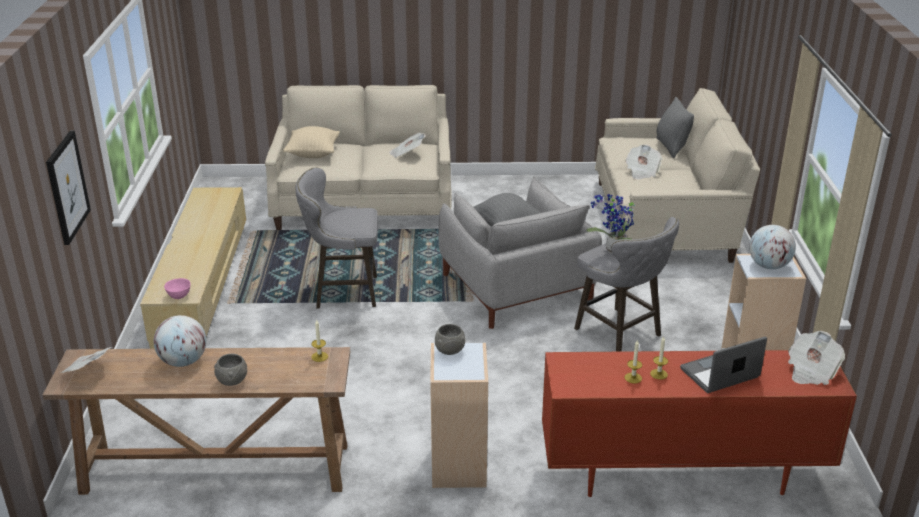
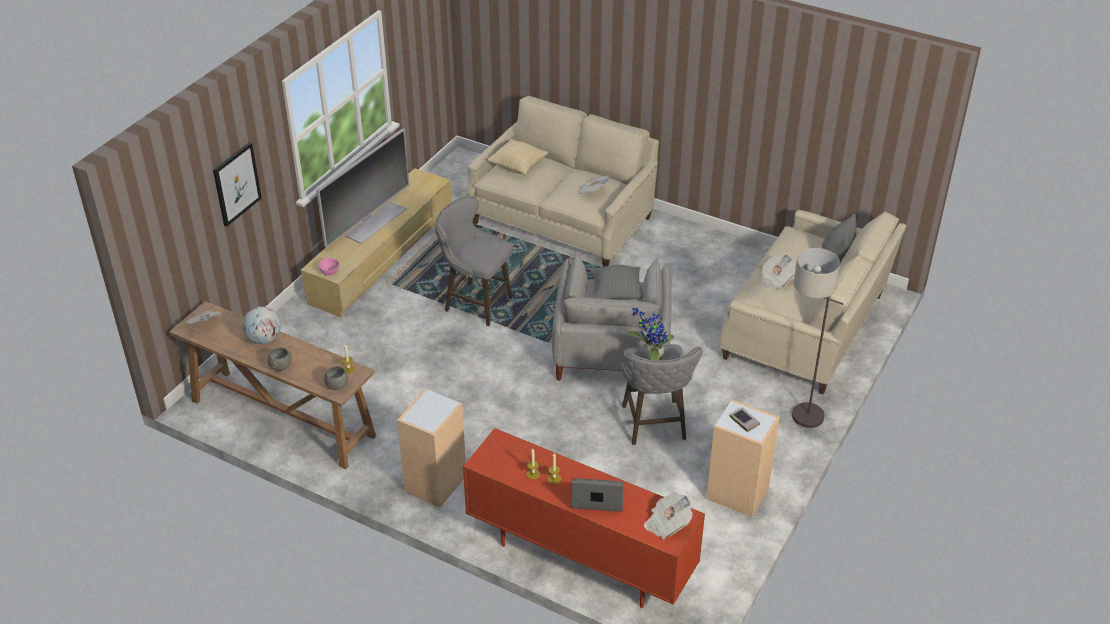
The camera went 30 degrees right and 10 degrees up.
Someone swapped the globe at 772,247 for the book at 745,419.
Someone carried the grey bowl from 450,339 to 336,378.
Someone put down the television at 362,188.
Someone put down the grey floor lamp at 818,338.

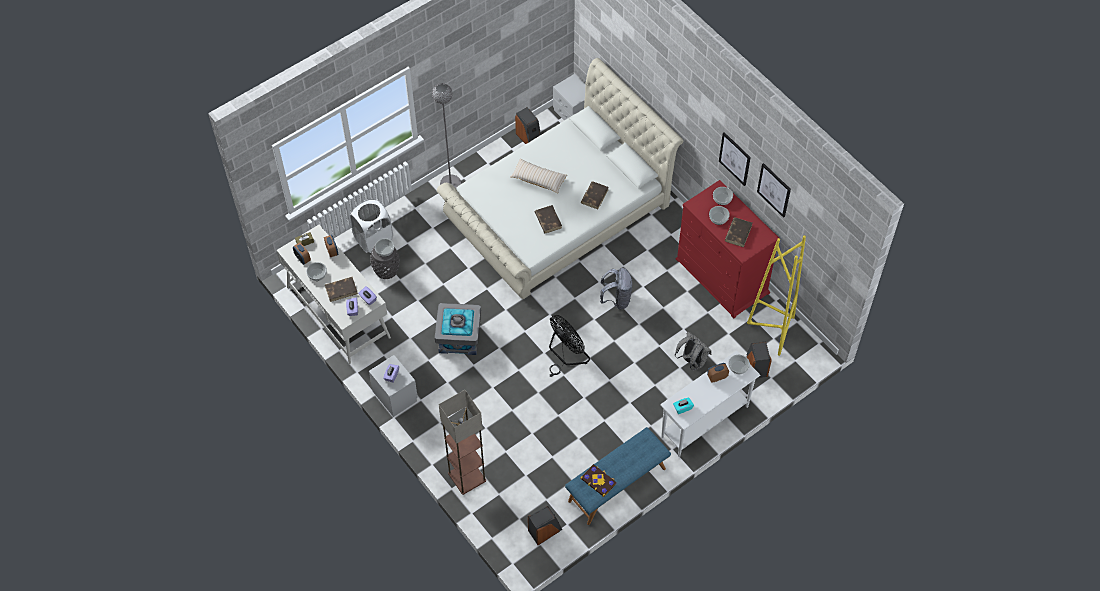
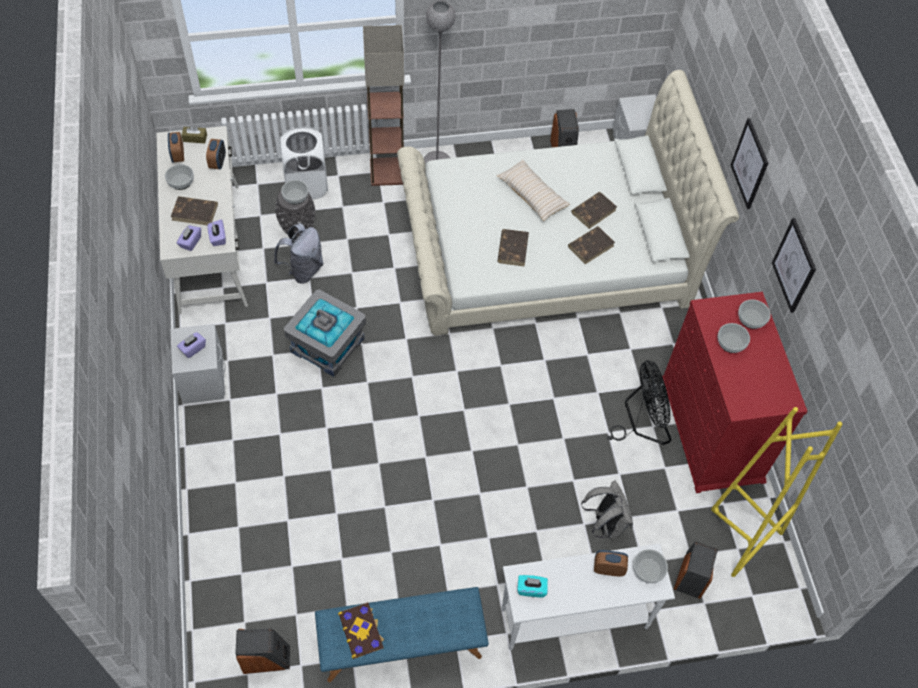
The camera went 25 degrees right and 0 degrees up.
Someone carried the picture from 774,190 to 749,163.
Someone carried the brown book from 738,232 to 594,210.
Someone carried the grey backpack from 616,289 to 299,253.
Someone carried the black fan from 569,346 to 639,402.
Someone carried the floor lamp from 462,442 to 383,105.

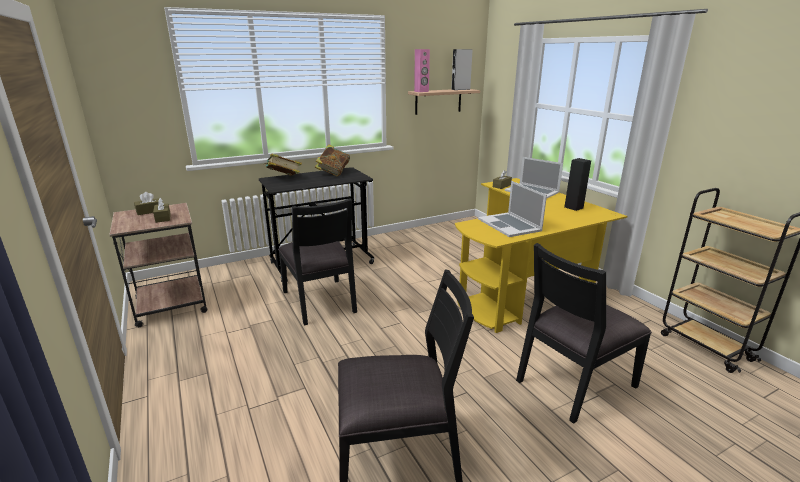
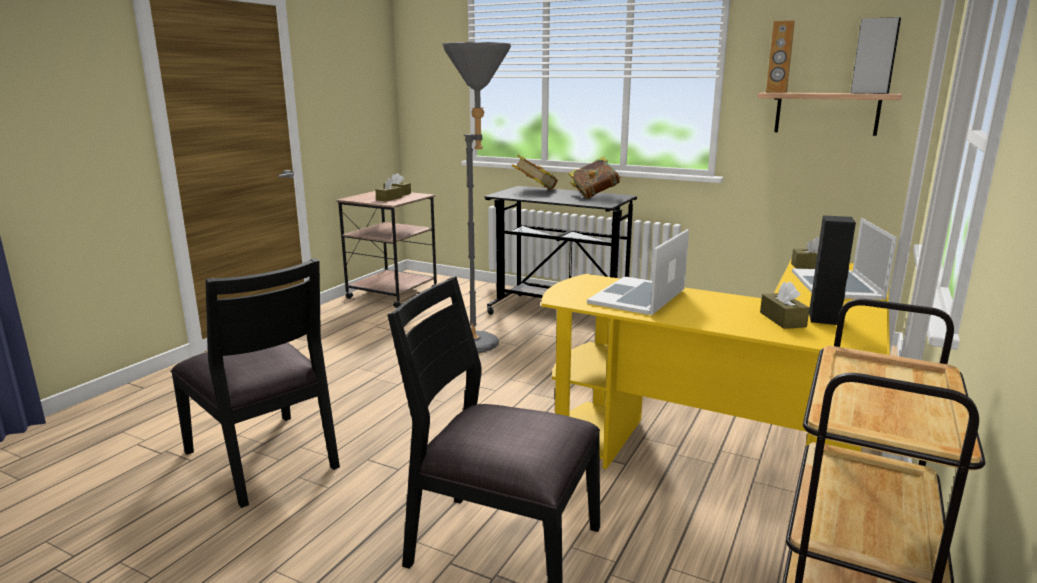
The camera went 55 degrees right and 5 degrees down.
Someone repainted the pink speaker at 422,70, which became the brown speaker at 780,56.
Someone swapped the black chair at 317,261 for the grey floor lamp at 476,197.
Someone put down the brown tissue box at 785,305.

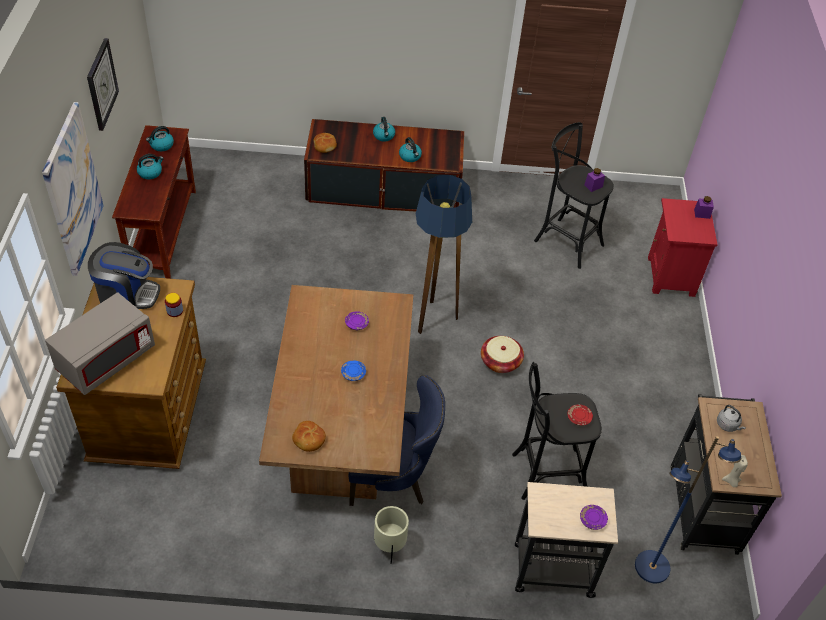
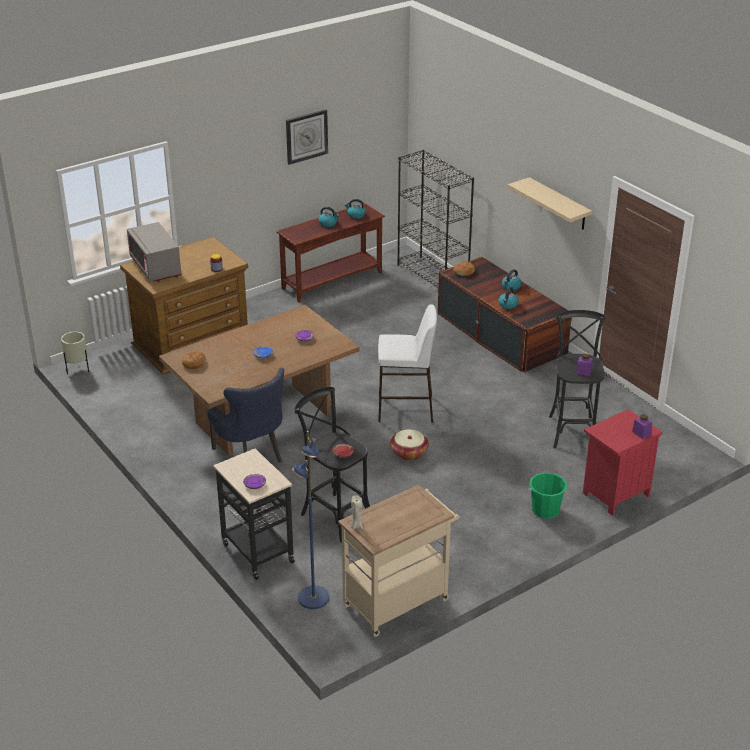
The camera went 55 degrees right and 15 degrees down.
Someone took away the picture at 73,189.
Someone swapped the floor lamp at 444,254 for the white stool at 407,363.
Someone took away the coffee machine at 124,275.
Someone rotated the grey microwave at 100,343 by 60 degrees clockwise.
Someone repainted the black cart at 726,474, which became the beige cart at 398,561.
Someone took away the grey kettle at 731,418.
Someone carried the beige planter from 391,535 to 75,353.
Someone put down the black bookcase at 435,218.
Someone put up the beige shelf at 550,203.
Someone put down the green bucket at 547,495.

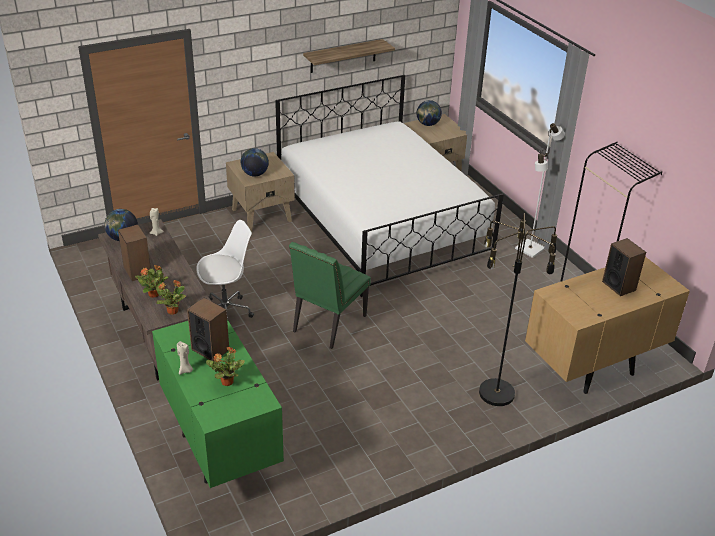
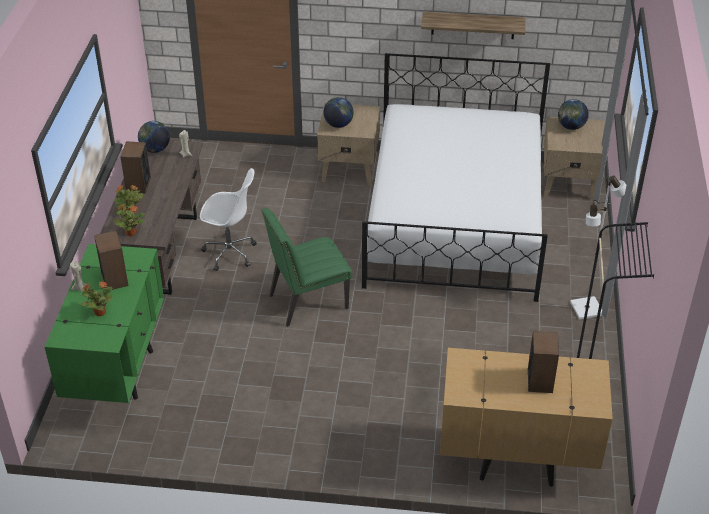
The camera went 35 degrees right and 5 degrees up.
Someone took away the floor lamp at 518,309.

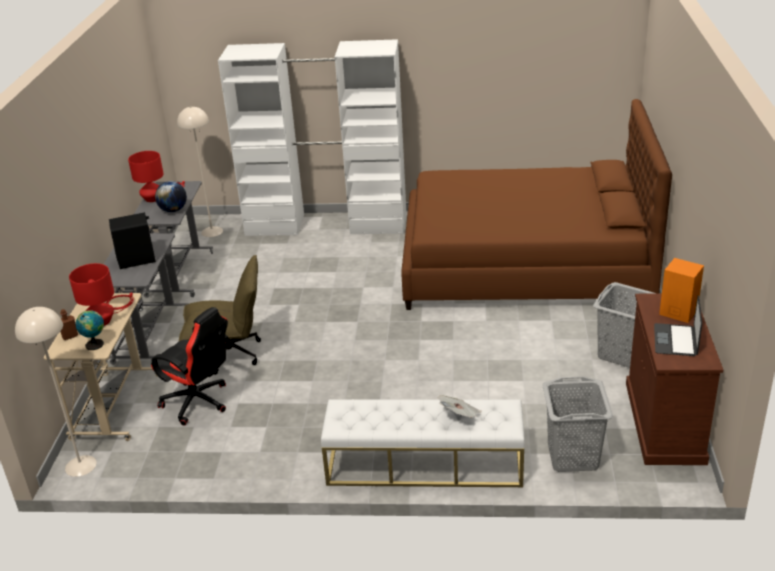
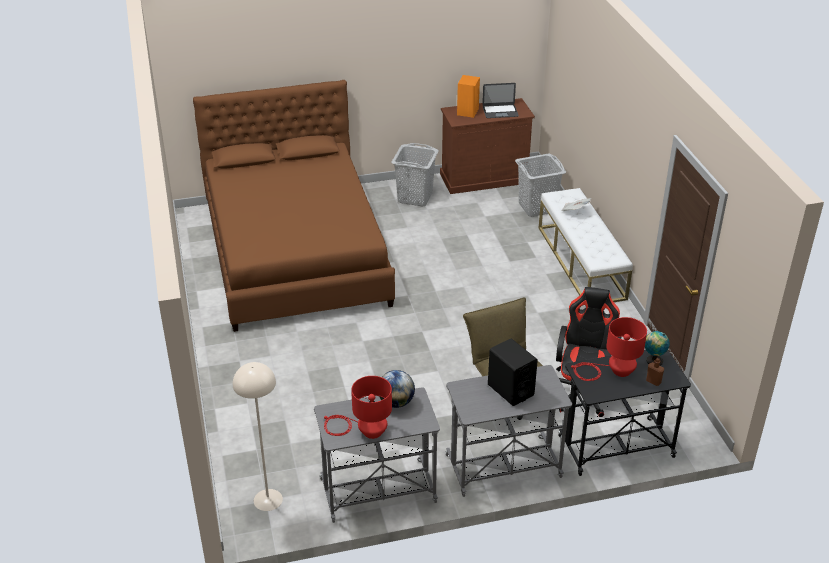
The camera went 110 degrees left and 5 degrees up.
Someone took away the white wardrobe at 312,137.
Someone repainted the beige desk at 100,367, which became the black desk at 624,413.
Someone took away the beige floor lamp at 56,392.

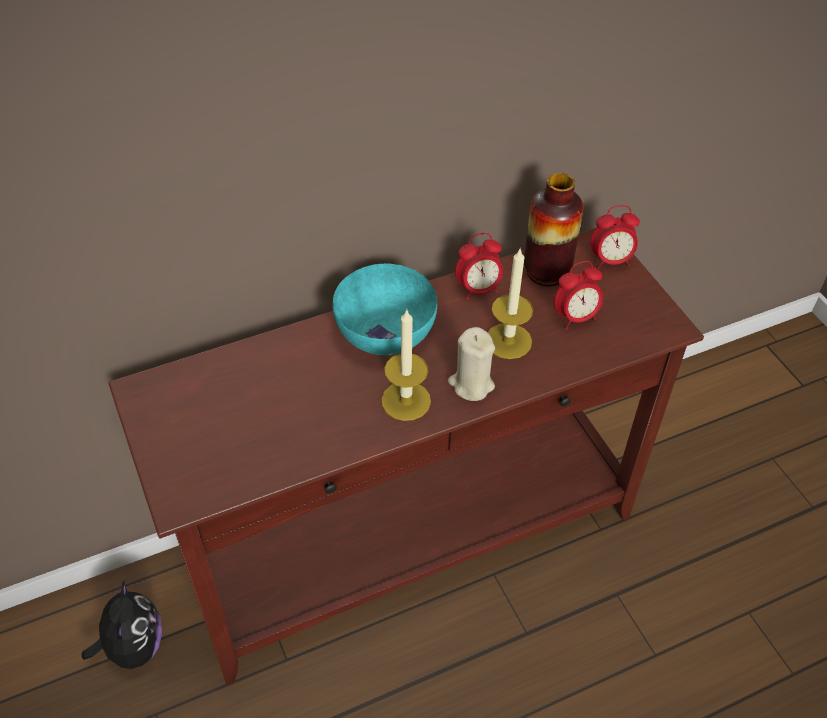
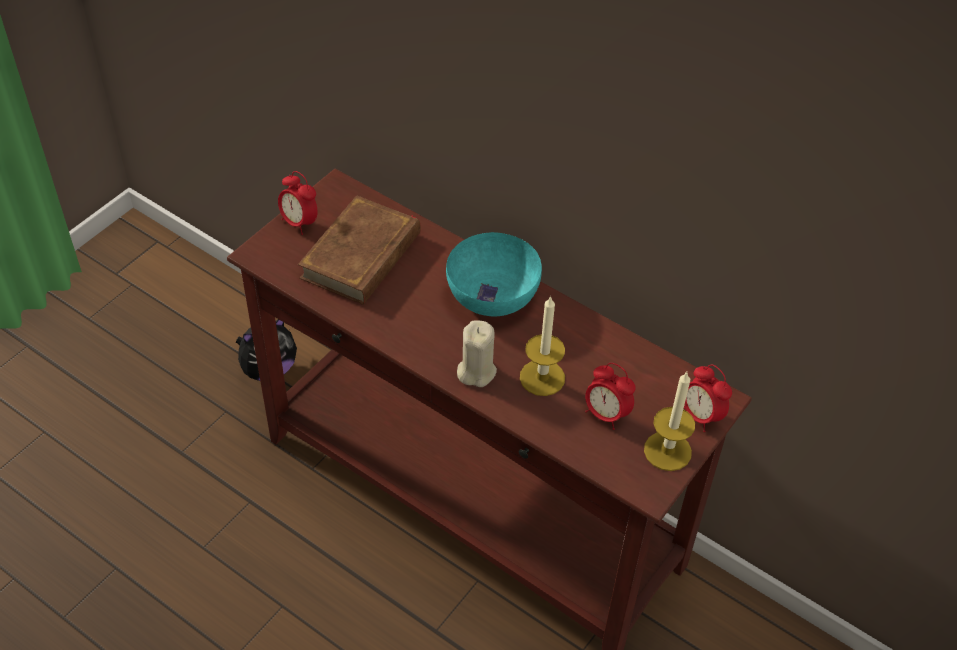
The camera went 60 degrees right and 0 degrees up.
Someone took away the vase at 554,229.
Someone carried the alarm clock from 479,266 to 298,203.
Someone carried the candle from 406,365 to 669,421.
Someone put down the brown book at 359,250.

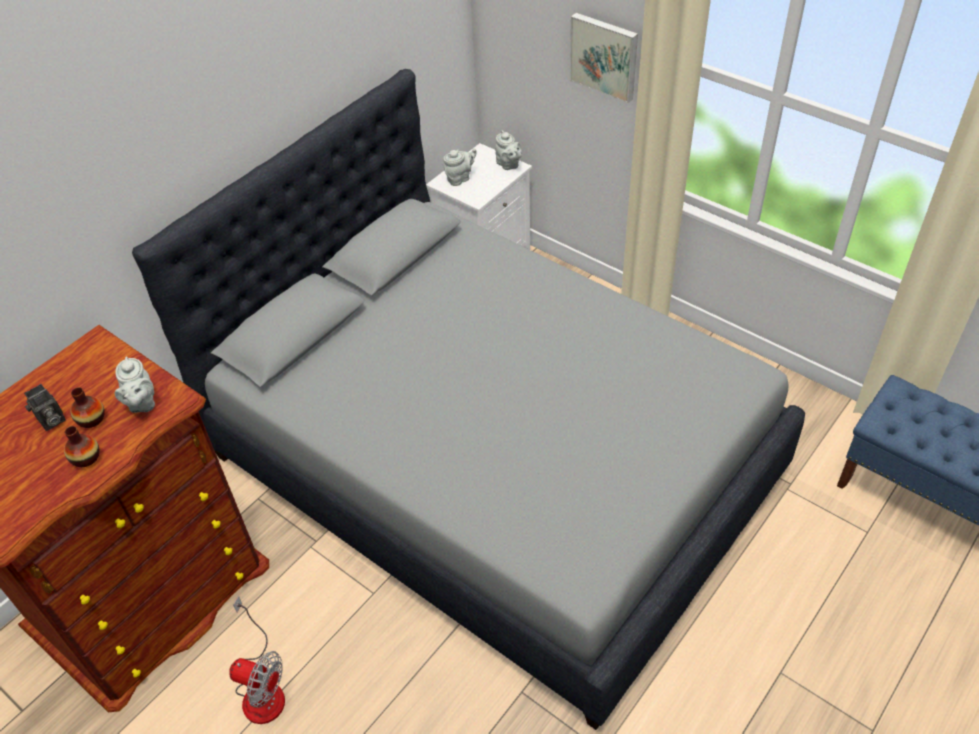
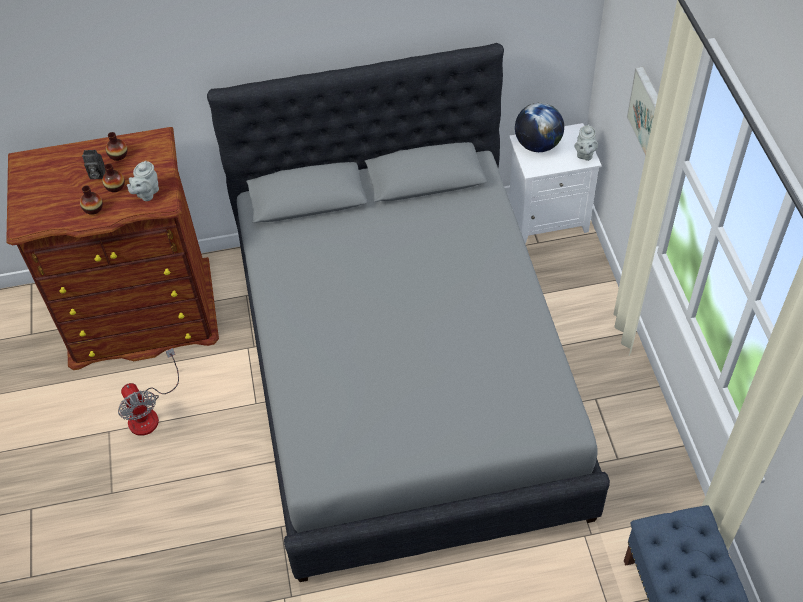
The camera went 40 degrees right and 5 degrees up.
Someone swapped the grey teapot at 460,167 for the globe at 539,127.
Someone put down the vase at 116,146.

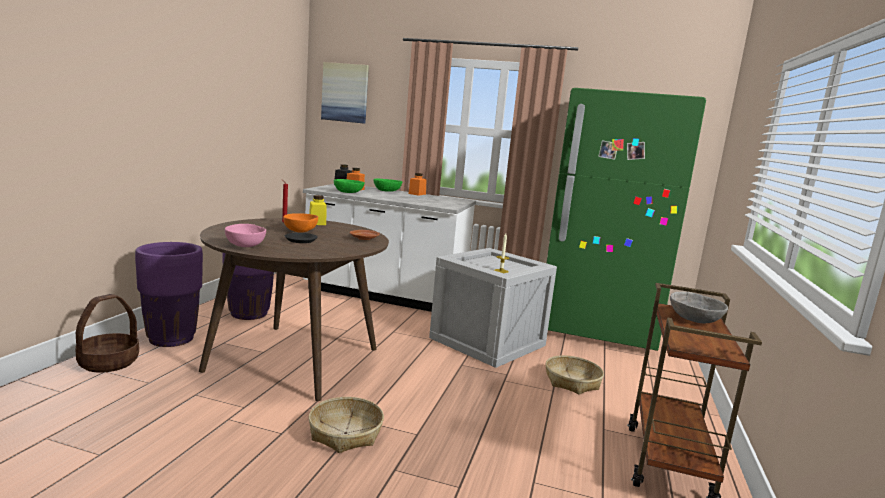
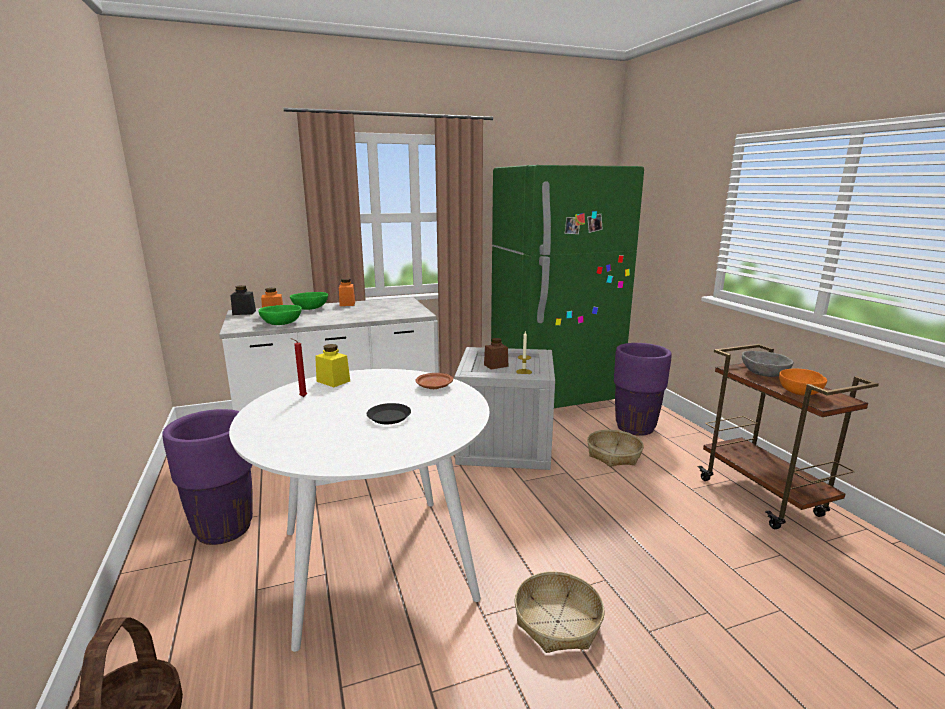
The camera went 35 degrees left and 5 degrees up.
Someone took away the picture at 345,93.
Someone carried the orange bowl from 300,223 to 803,382.
Someone repainted the brown dining table at 294,309, which became the white dining table at 359,510.
Someone took away the pink bowl at 245,235.
Someone carried the purple planter from 169,294 to 643,389.
Someone put down the brown jar at 496,353.

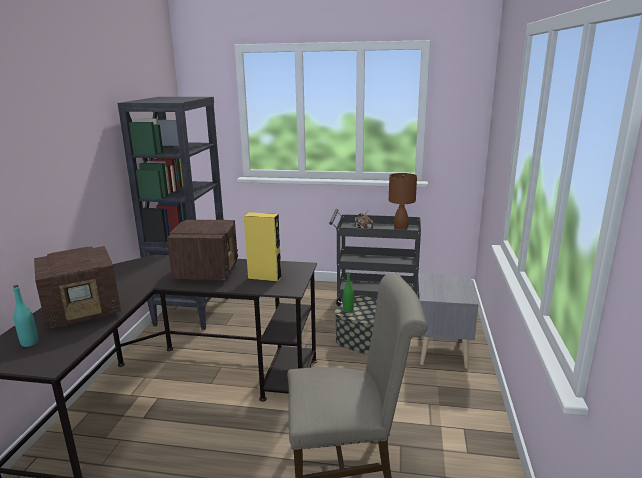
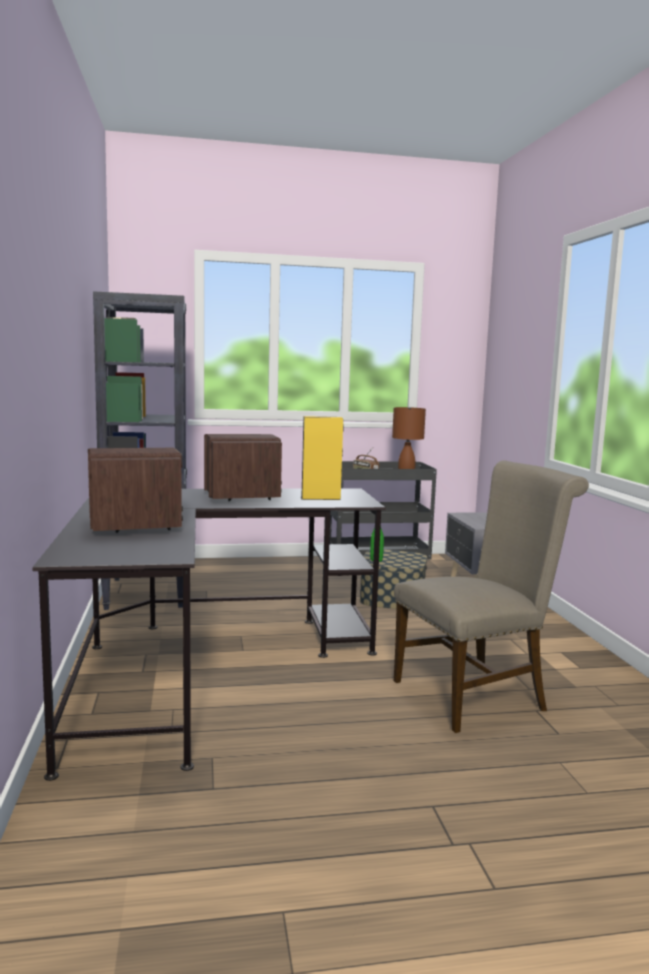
The camera went 20 degrees left and 10 degrees down.
Someone rotated the radio at 77,287 by 60 degrees counterclockwise.
Someone took away the turquoise bottle at 25,316.

